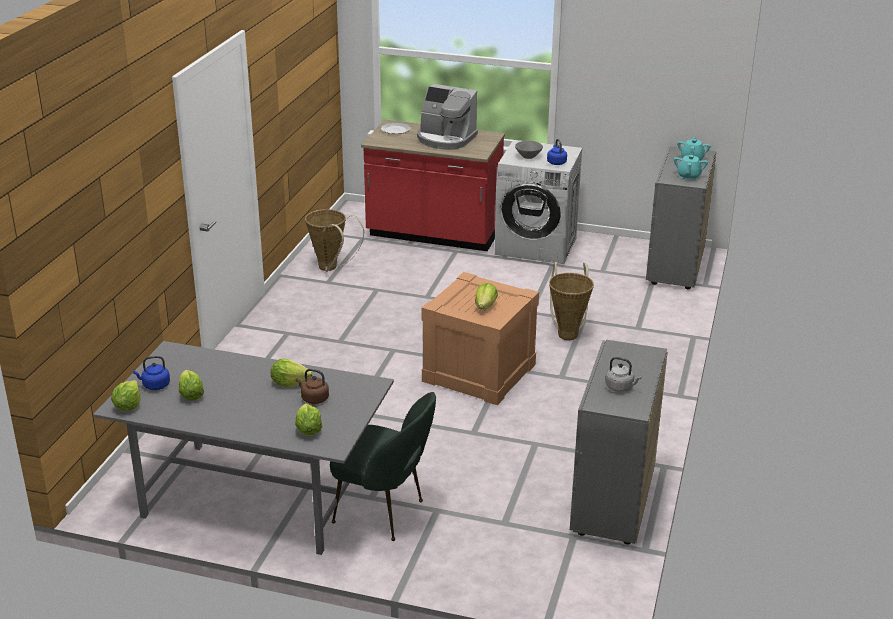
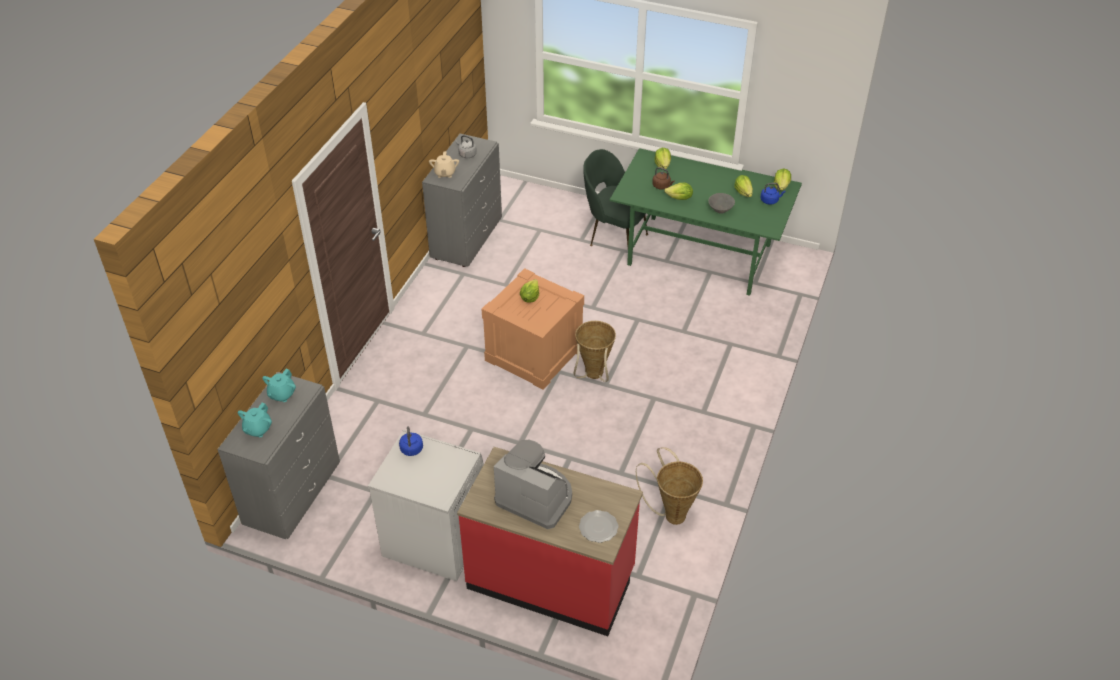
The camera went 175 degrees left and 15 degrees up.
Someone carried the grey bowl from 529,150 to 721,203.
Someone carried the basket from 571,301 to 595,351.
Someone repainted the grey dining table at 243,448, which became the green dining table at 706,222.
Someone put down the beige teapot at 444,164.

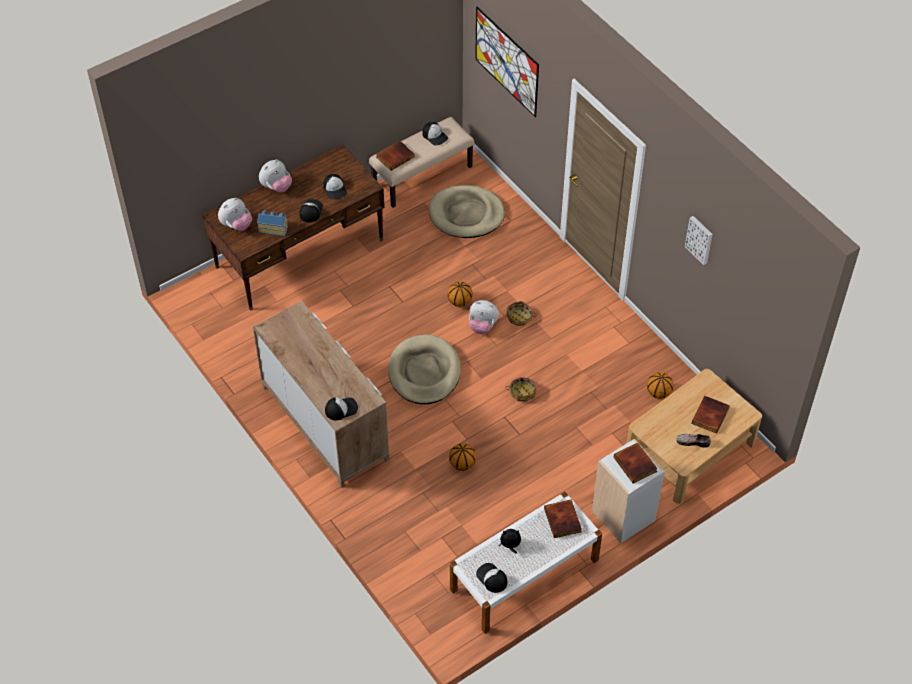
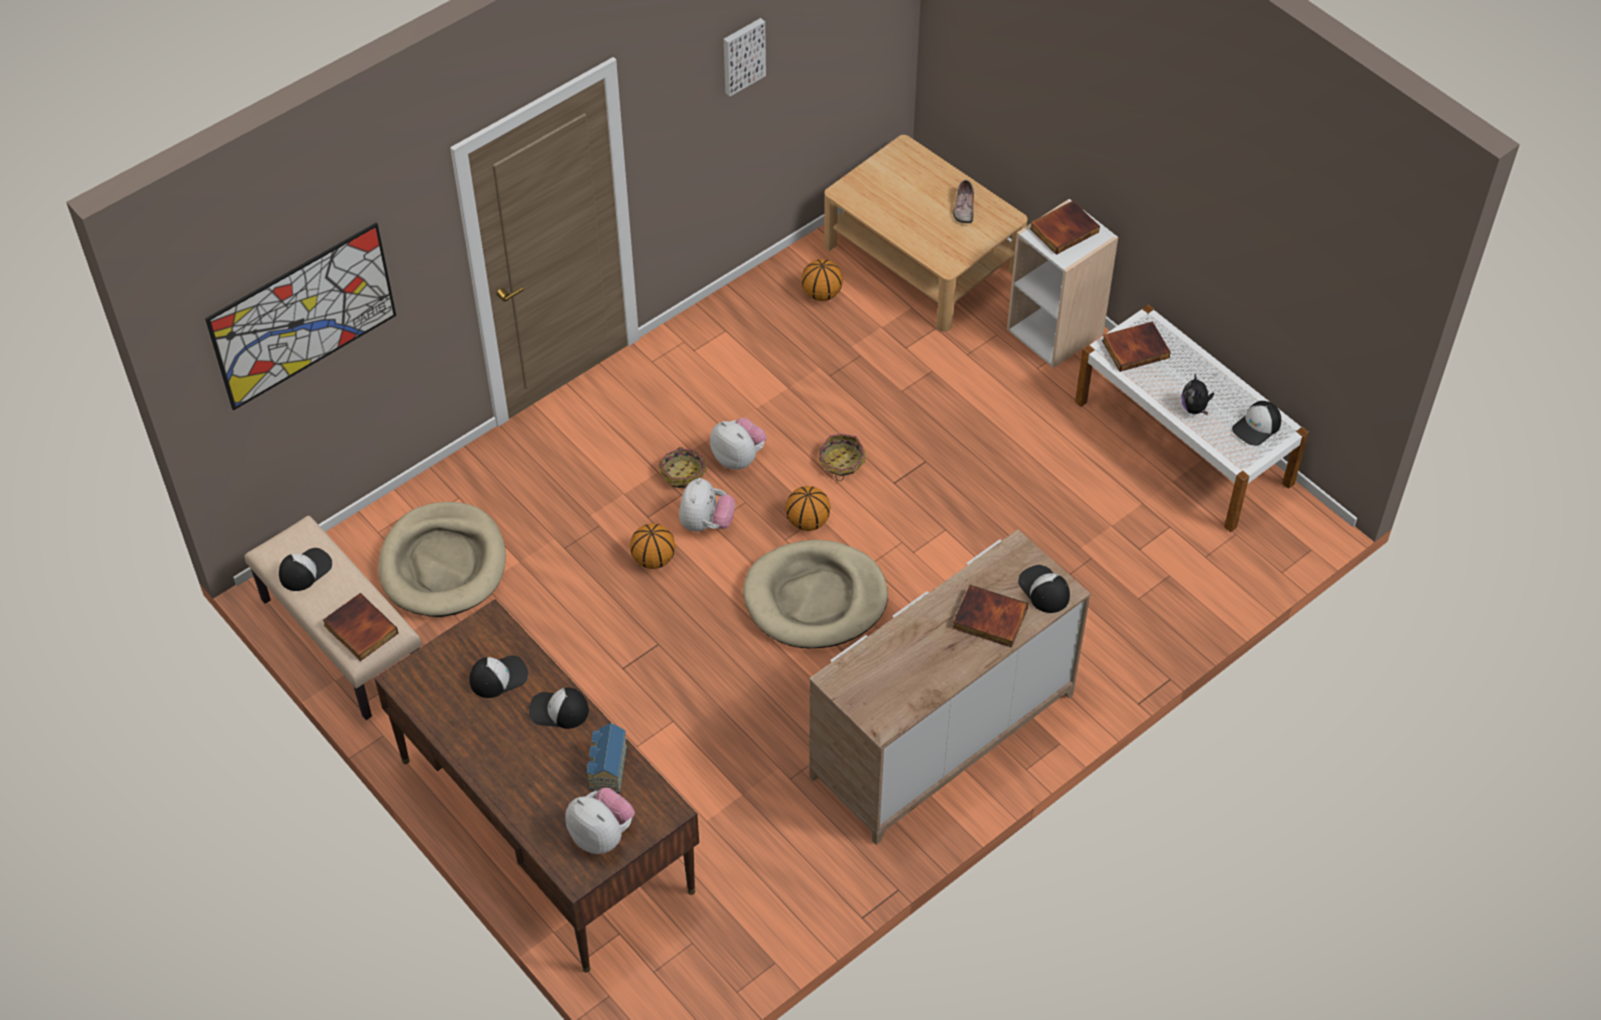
The camera went 95 degrees left and 0 degrees up.
Someone carried the plush toy from 275,176 to 738,444.
Someone carried the book from 710,414 to 990,616.
Someone carried the basketball from 462,457 to 808,508.

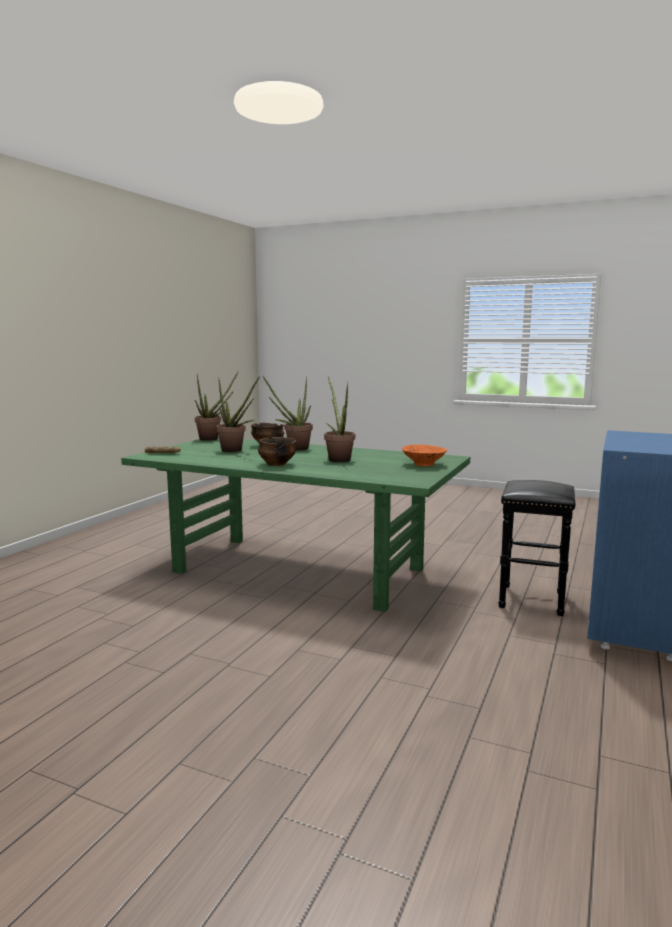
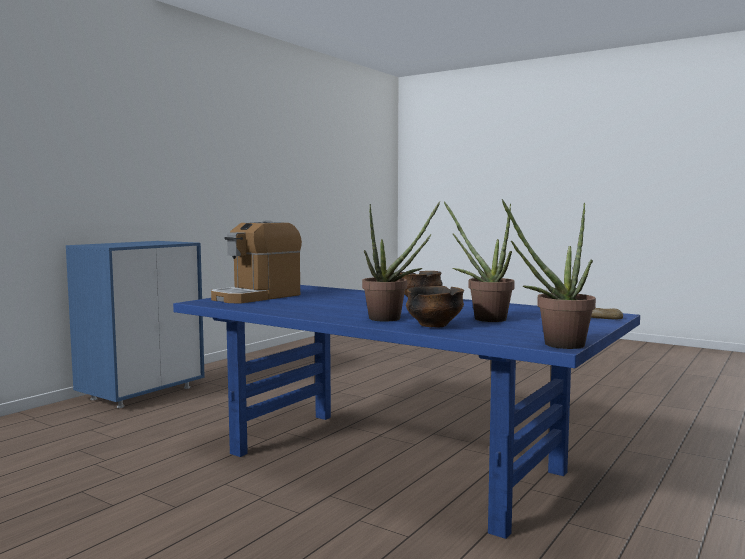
The camera went 170 degrees left and 5 degrees down.
Someone took away the potted plant at 339,419.
Someone repainted the green dining table at 295,524, which became the blue dining table at 406,412.
Someone swapped the orange bowl at 424,455 for the coffee machine at 256,261.
Someone took away the black stool at 537,548.

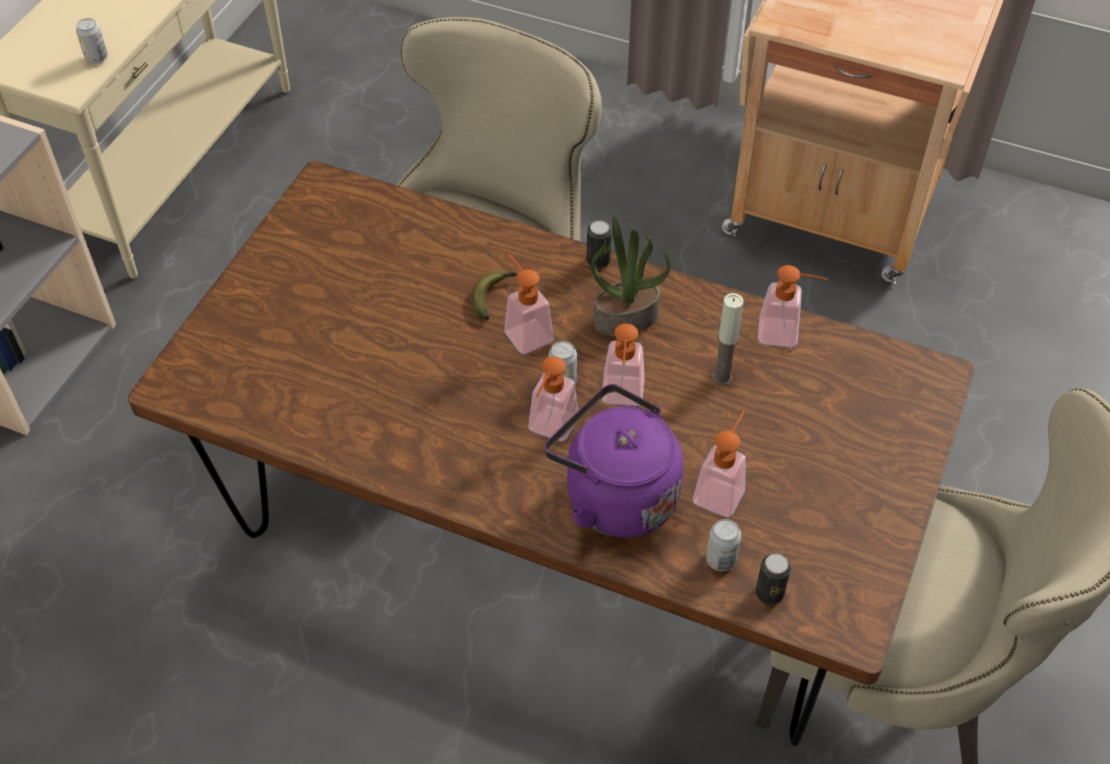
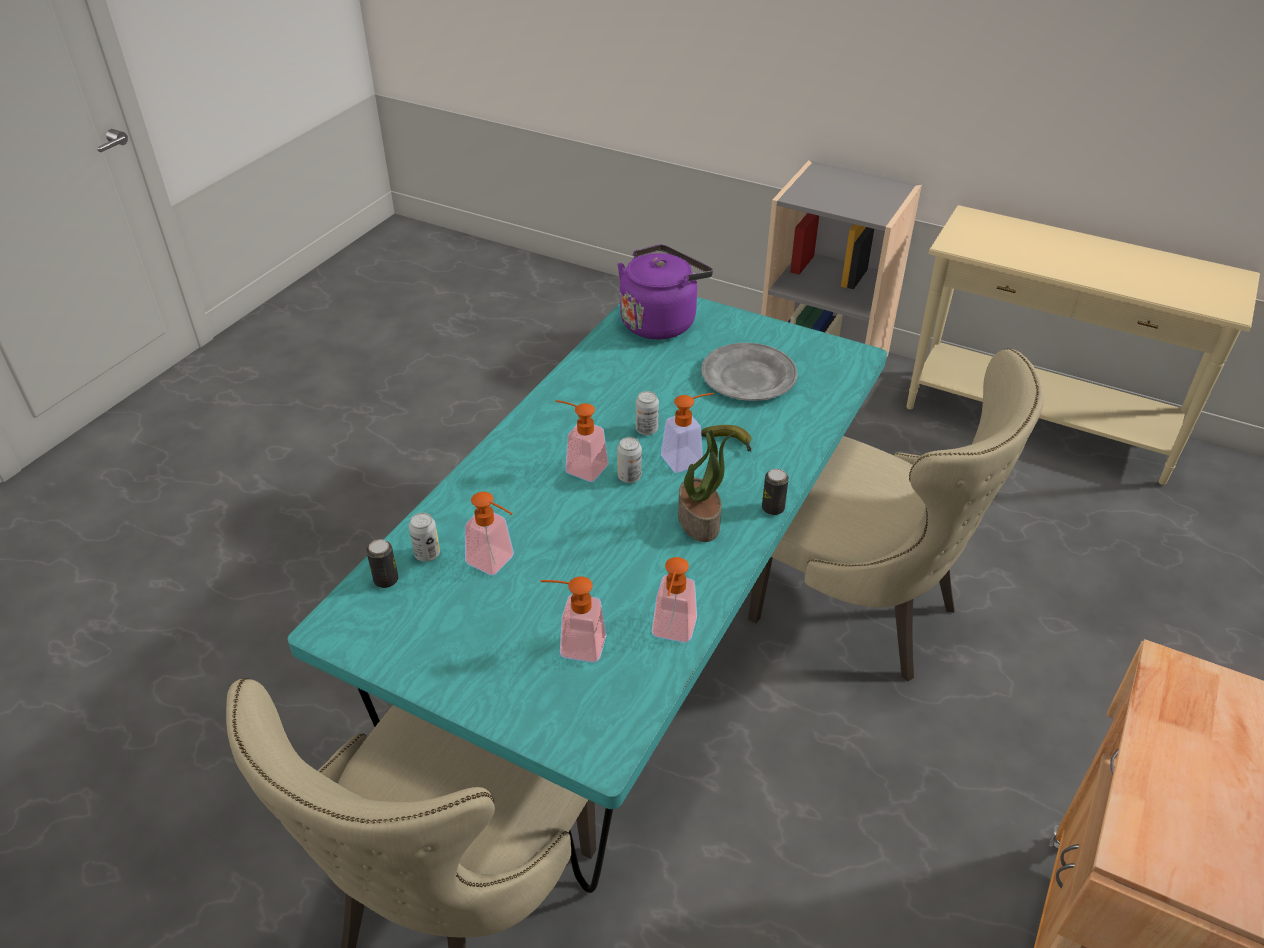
The camera went 95 degrees right and 10 degrees down.
Someone carried the can from 92,41 to 647,413.
Someone repainted the brown dining table at 552,453, which became the turquoise dining table at 587,595.
Someone took away the candle at 728,339.
Someone carried the soap dispenser from 623,365 to 573,620.
Someone carried the purple kettle from 613,461 to 665,292.
Someone put down the grey plate at 749,372.

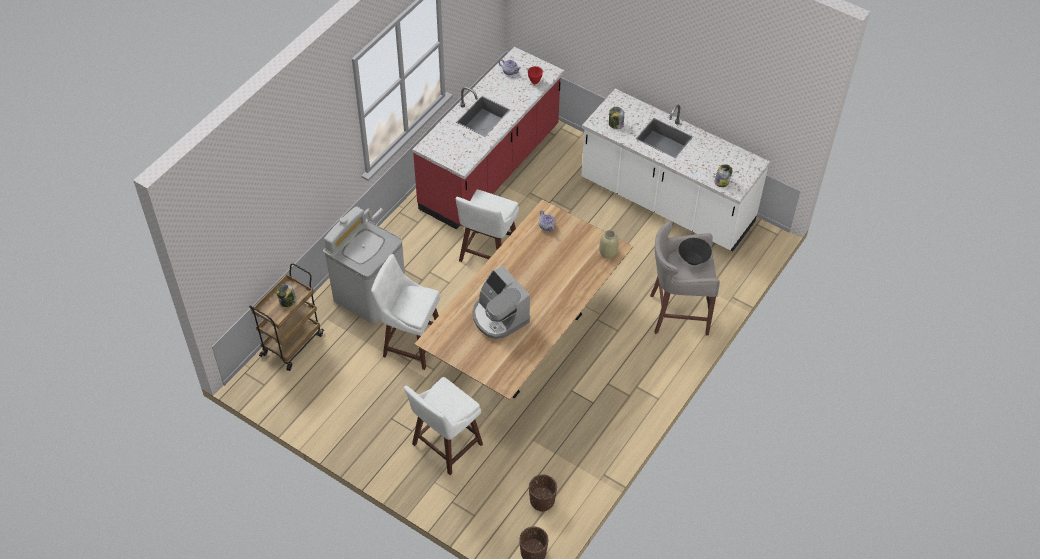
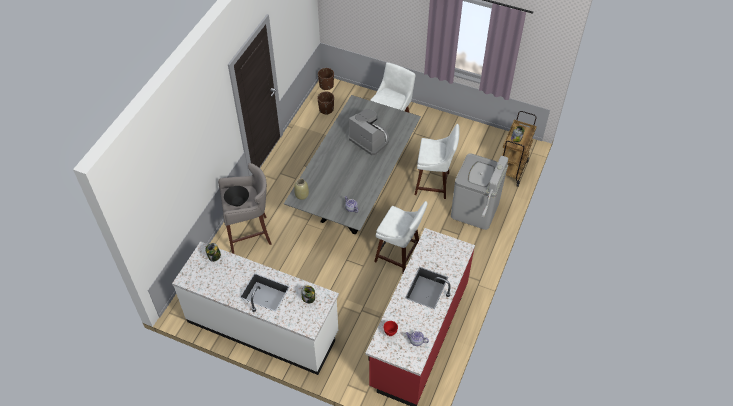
The camera went 170 degrees right and 0 degrees up.
Someone rotated the white chair at 487,226 by 105 degrees clockwise.
Someone repainted the brown dining table at 524,299, which became the grey dining table at 352,165.

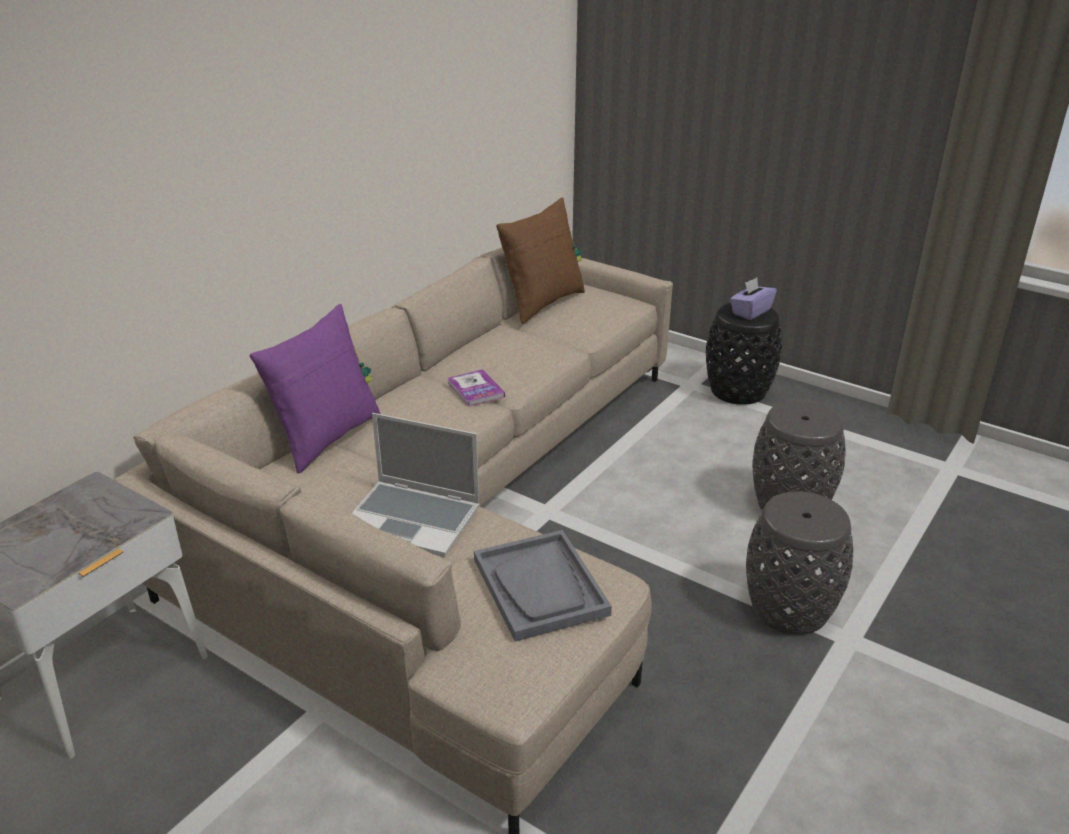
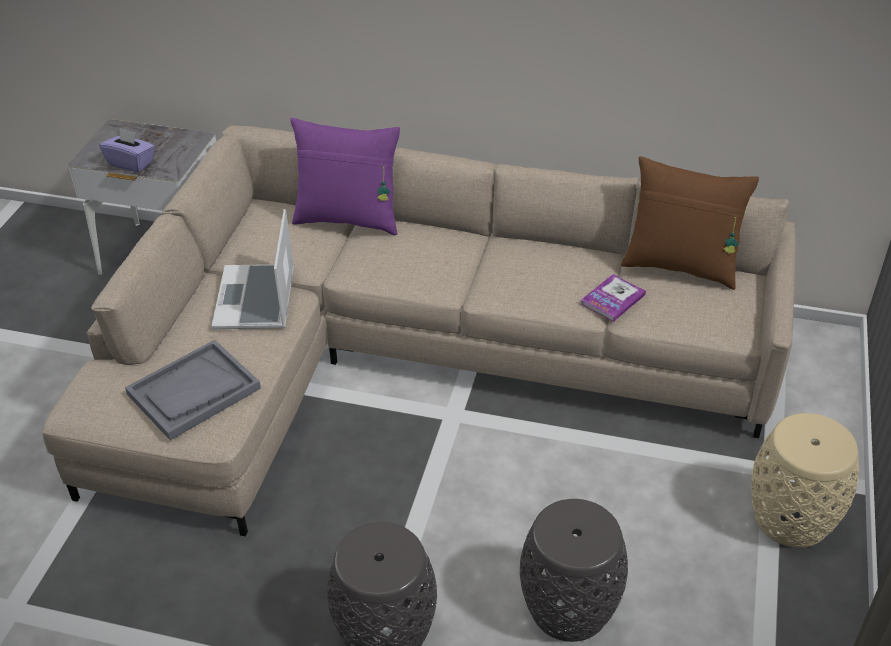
The camera went 70 degrees right and 10 degrees up.
Someone carried the purple tissue box from 753,299 to 127,150.
Someone repainted the black stool at 744,353, which became the beige stool at 805,480.
Someone carried the book from 476,388 to 613,298.

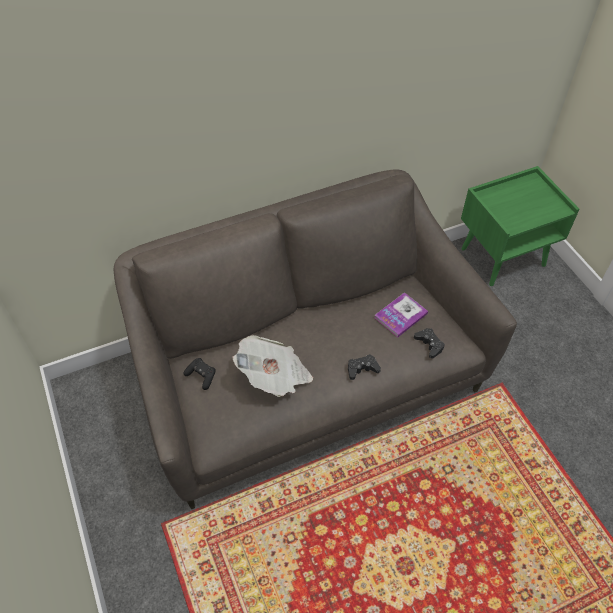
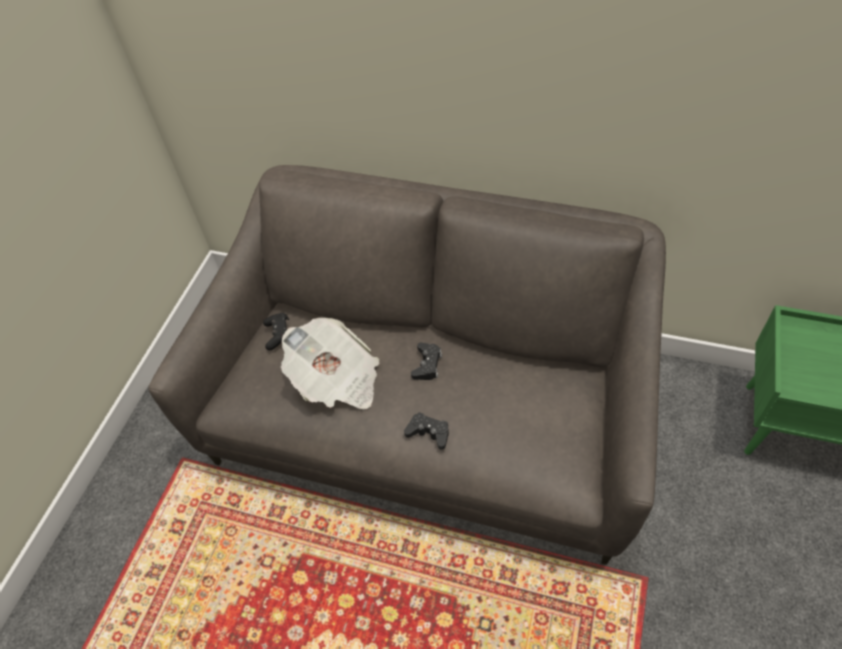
The camera went 45 degrees right and 0 degrees up.
Someone took away the book at 401,314.
Someone carried the black game controller from 429,343 to 426,361.

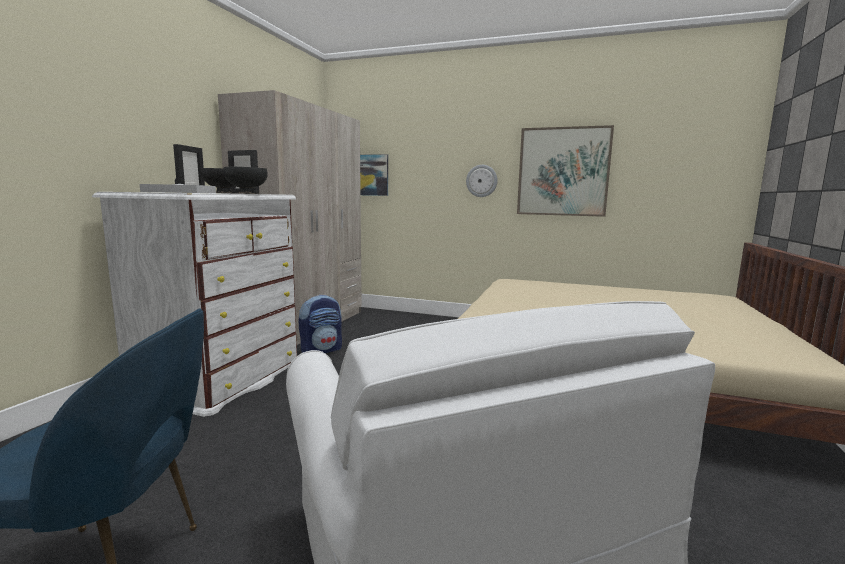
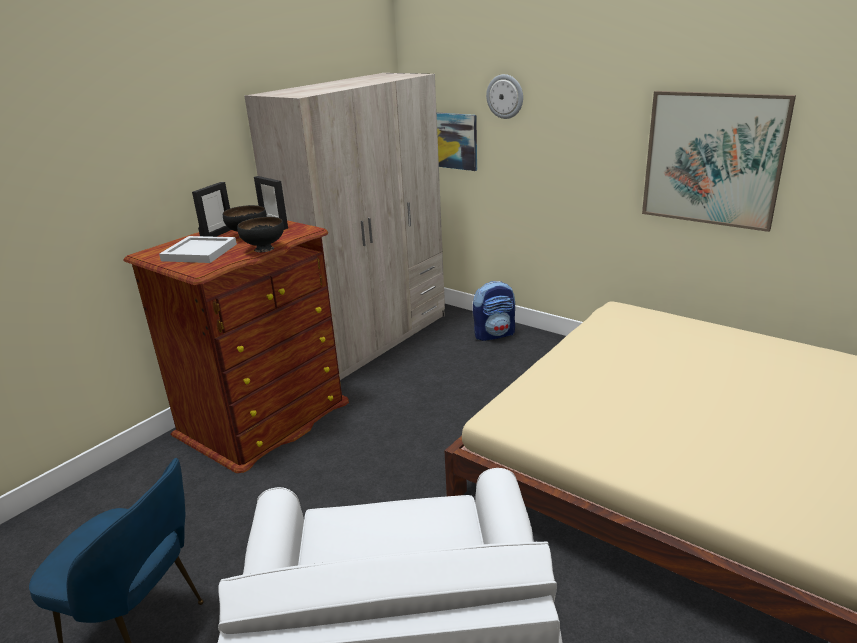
The camera went 20 degrees right and 15 degrees up.
Someone carried the wall clock from 482,181 to 504,96.
Someone repainted the white dresser at 194,304, which became the brown dresser at 236,346.
Someone carried the backpack from 320,324 to 494,311.

